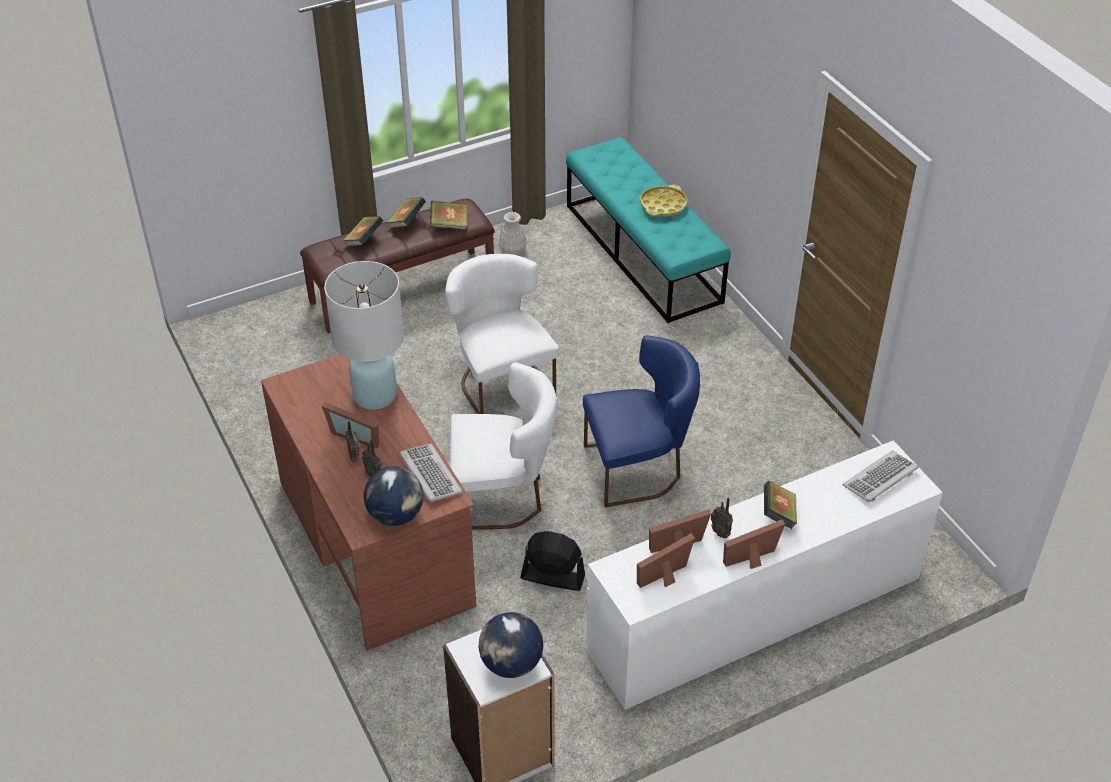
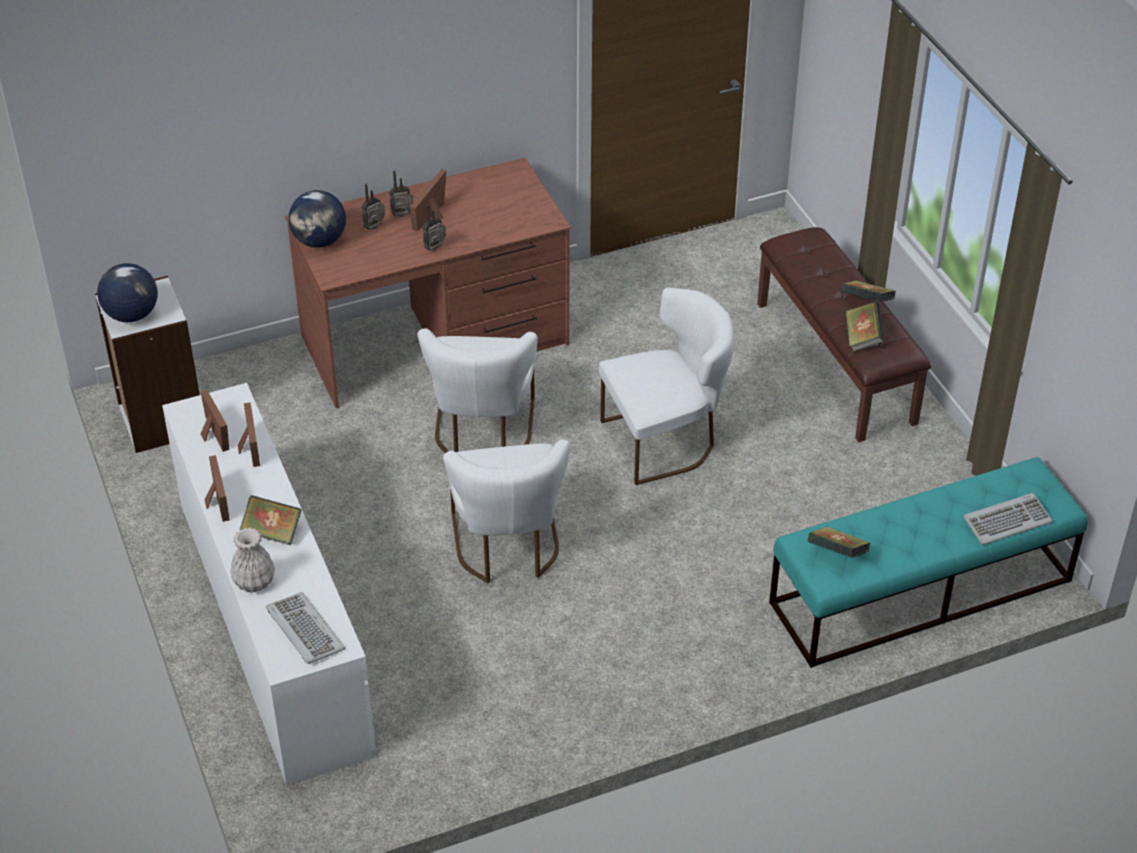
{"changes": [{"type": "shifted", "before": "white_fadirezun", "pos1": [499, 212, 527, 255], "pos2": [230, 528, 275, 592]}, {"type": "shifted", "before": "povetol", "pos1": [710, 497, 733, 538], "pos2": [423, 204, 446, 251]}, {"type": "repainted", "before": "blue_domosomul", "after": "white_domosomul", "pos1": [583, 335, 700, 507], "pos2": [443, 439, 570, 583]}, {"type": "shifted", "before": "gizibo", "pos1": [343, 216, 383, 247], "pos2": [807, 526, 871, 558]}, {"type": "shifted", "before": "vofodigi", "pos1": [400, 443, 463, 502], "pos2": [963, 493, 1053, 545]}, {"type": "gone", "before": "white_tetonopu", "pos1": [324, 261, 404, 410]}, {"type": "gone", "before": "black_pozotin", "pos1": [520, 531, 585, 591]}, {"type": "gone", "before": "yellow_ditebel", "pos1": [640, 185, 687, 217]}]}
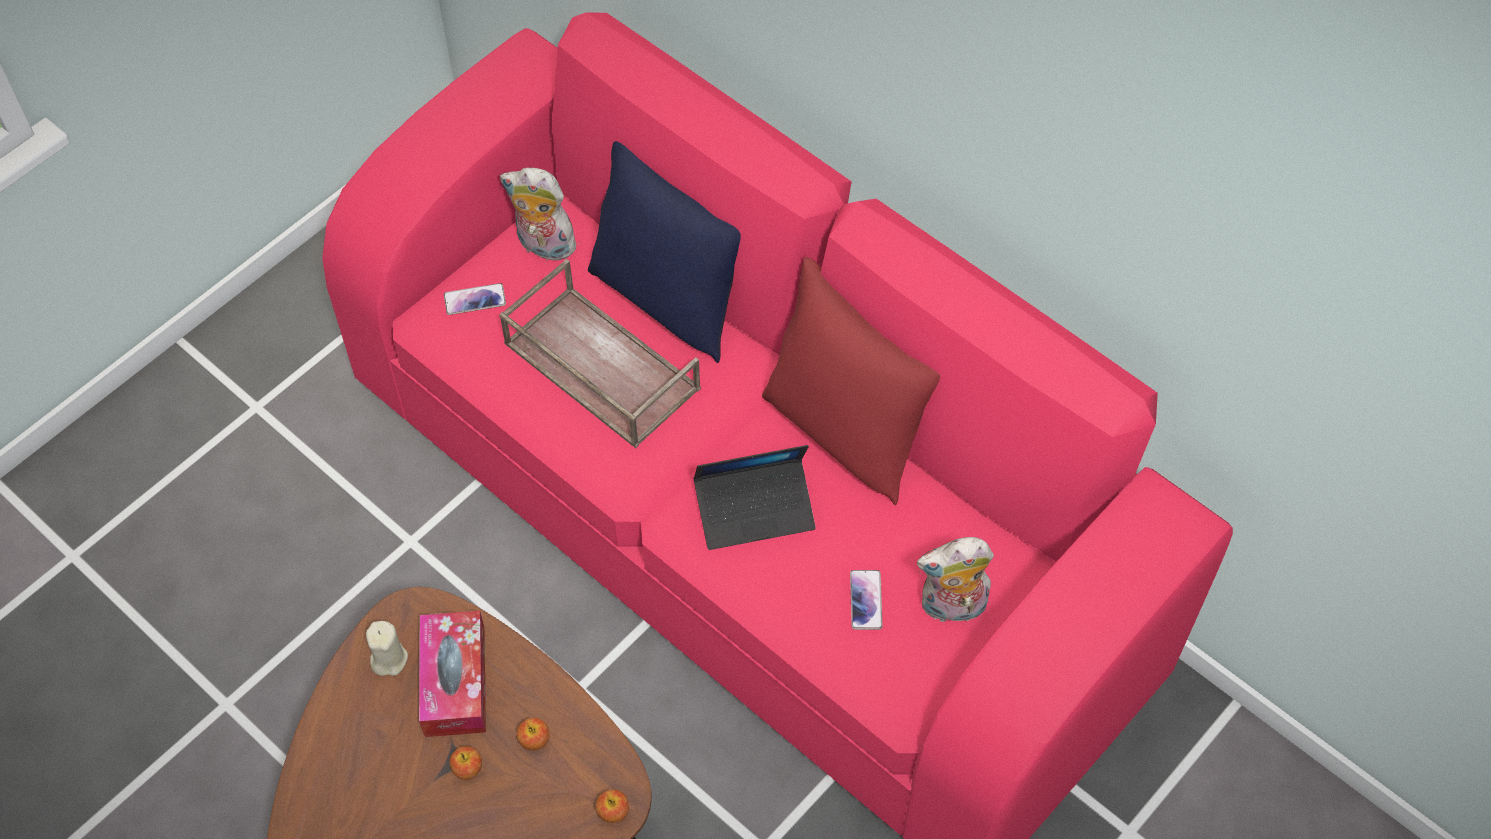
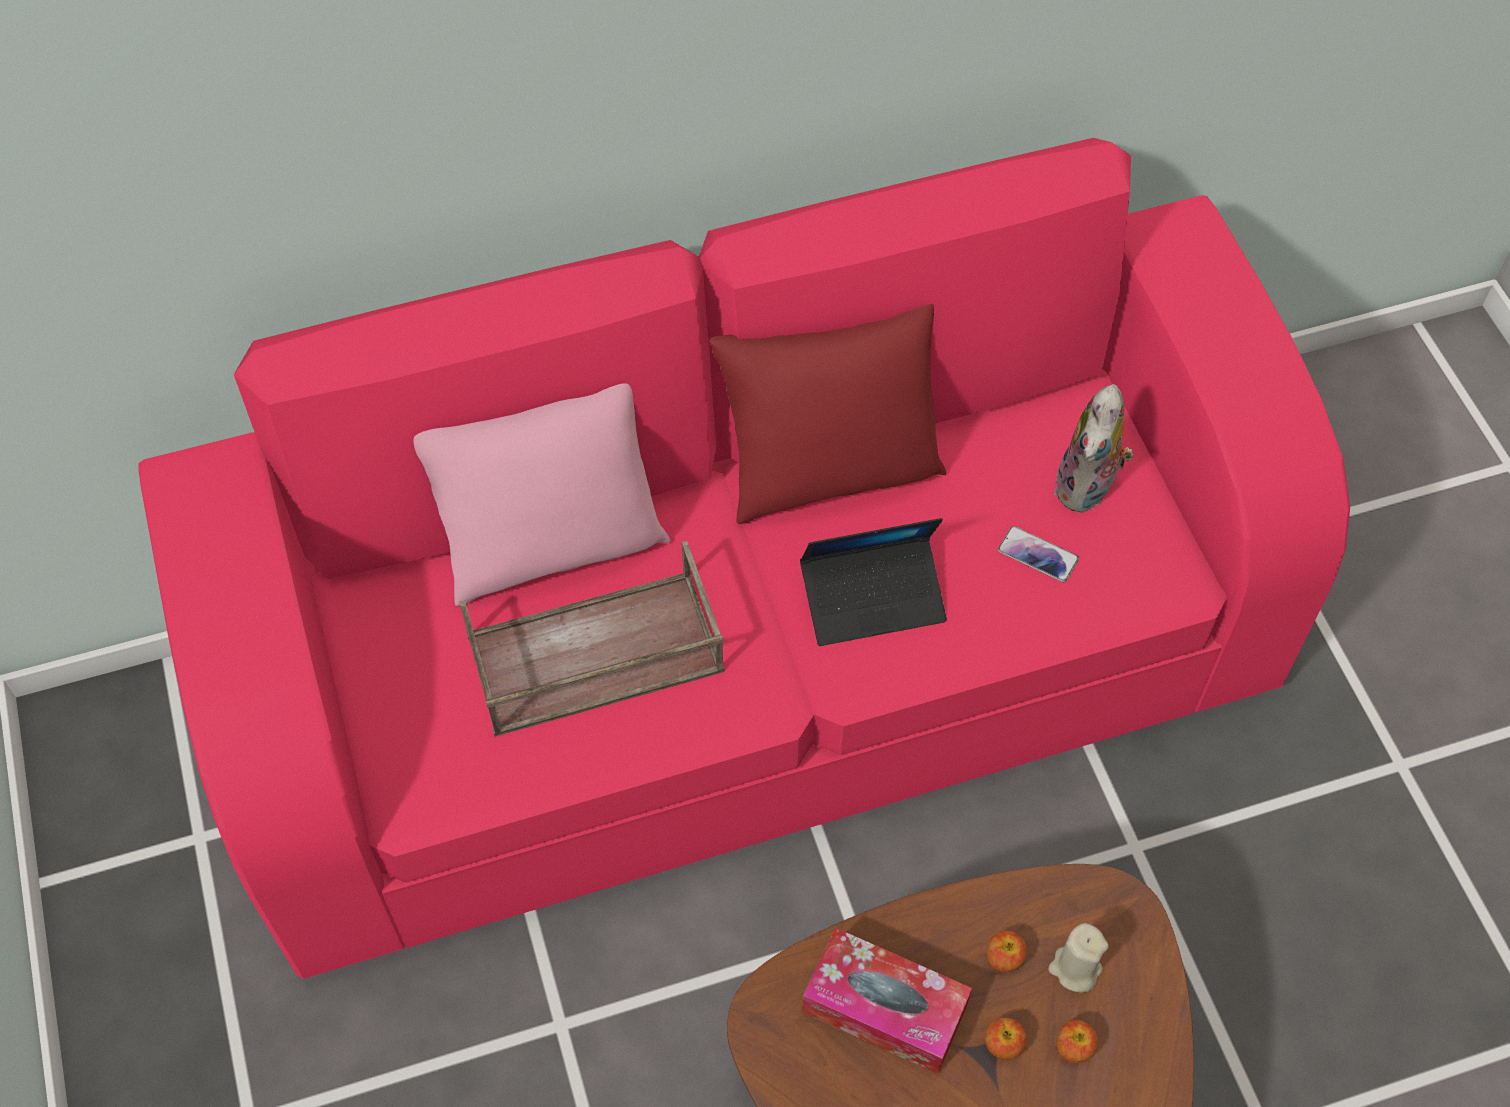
{"changes": [{"type": "repainted", "before": "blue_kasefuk", "after": "pink_kasefuk", "pos1": [588, 141, 741, 363], "pos2": [413, 383, 670, 606]}, {"type": "rotated", "before": "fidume", "pos1": [693, 445, 816, 550], "pos2": [800, 518, 947, 646], "turn": 60}, {"type": "shifted", "before": "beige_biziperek", "pos1": [366, 621, 408, 676], "pos2": [1048, 923, 1109, 993]}, {"type": "shifted", "before": "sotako", "pos1": [595, 790, 629, 823], "pos2": [1056, 1020, 1098, 1063]}, {"type": "gone", "before": "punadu", "pos1": [444, 283, 506, 315]}, {"type": "gone", "before": "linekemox", "pos1": [500, 167, 583, 261]}]}
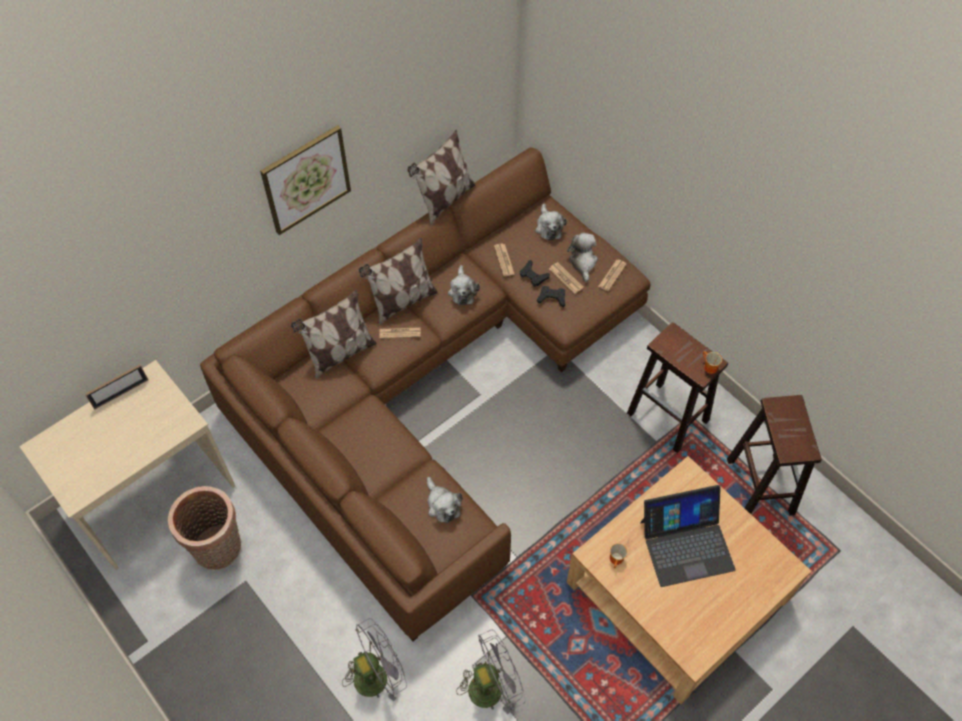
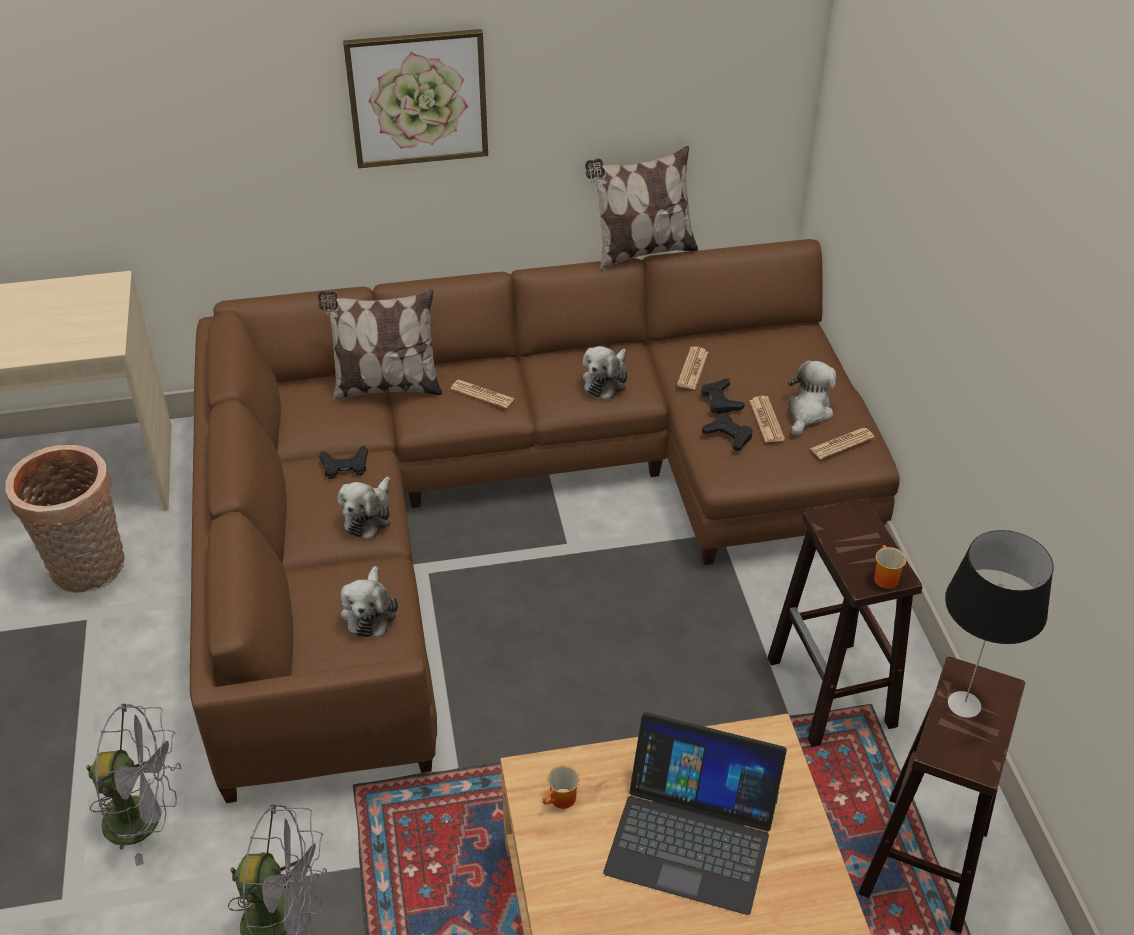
{"changes": [{"type": "new", "after": "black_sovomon", "pos2": [319, 445, 368, 479]}, {"type": "shifted", "before": "linekemox", "pos1": [535, 204, 567, 241], "pos2": [338, 477, 391, 539]}, {"type": "new", "after": "tetonopu", "pos2": [945, 530, 1053, 718]}, {"type": "gone", "before": "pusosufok", "pos1": [85, 364, 148, 409]}, {"type": "gone", "before": "kasefuk", "pos1": [359, 238, 438, 325]}]}
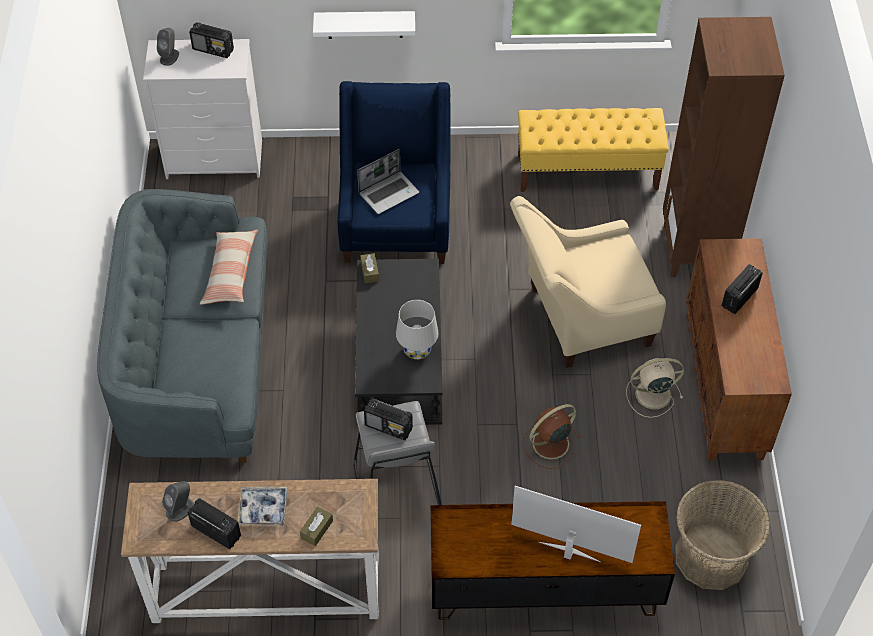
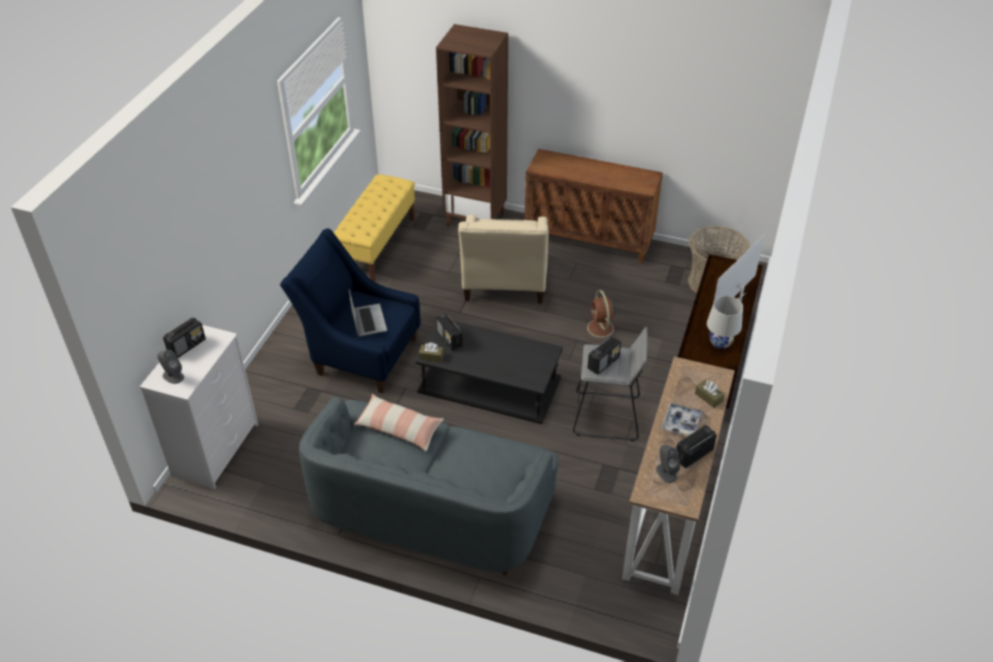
{"changes": [{"type": "shifted", "before": "povetol", "pos1": [722, 264, 763, 314], "pos2": [436, 313, 463, 350]}, {"type": "shifted", "before": "white_tetonopu", "pos1": [396, 300, 439, 360], "pos2": [707, 296, 743, 349]}, {"type": "gone", "before": "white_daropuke", "pos1": [313, 11, 415, 39]}, {"type": "gone", "before": "beige_pozotin", "pos1": [626, 358, 684, 418]}]}
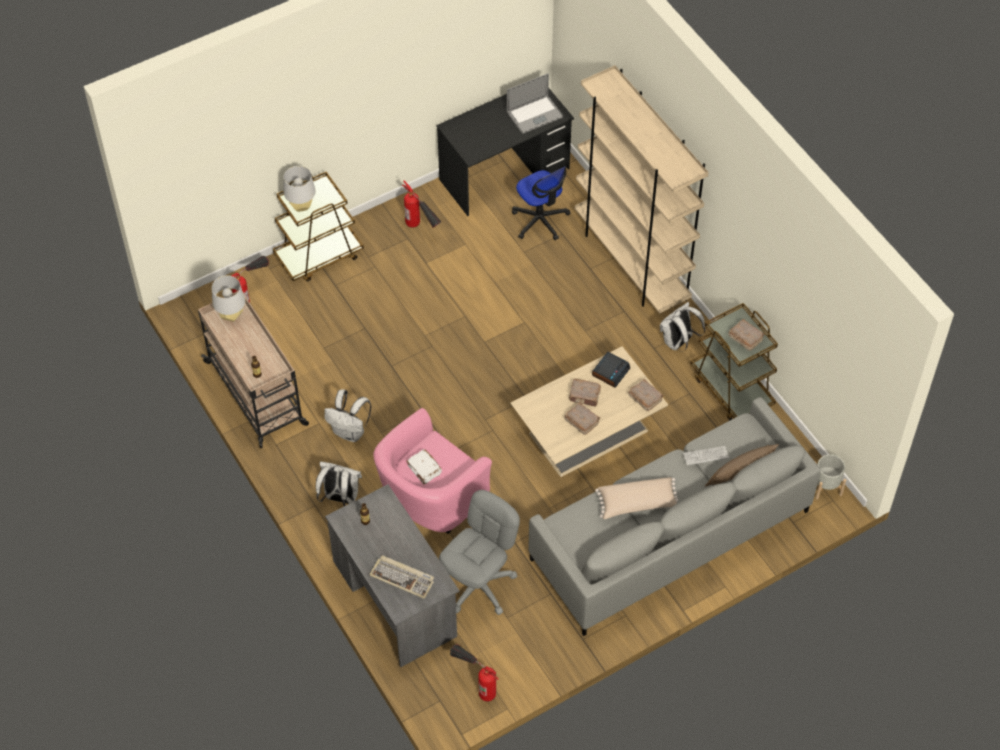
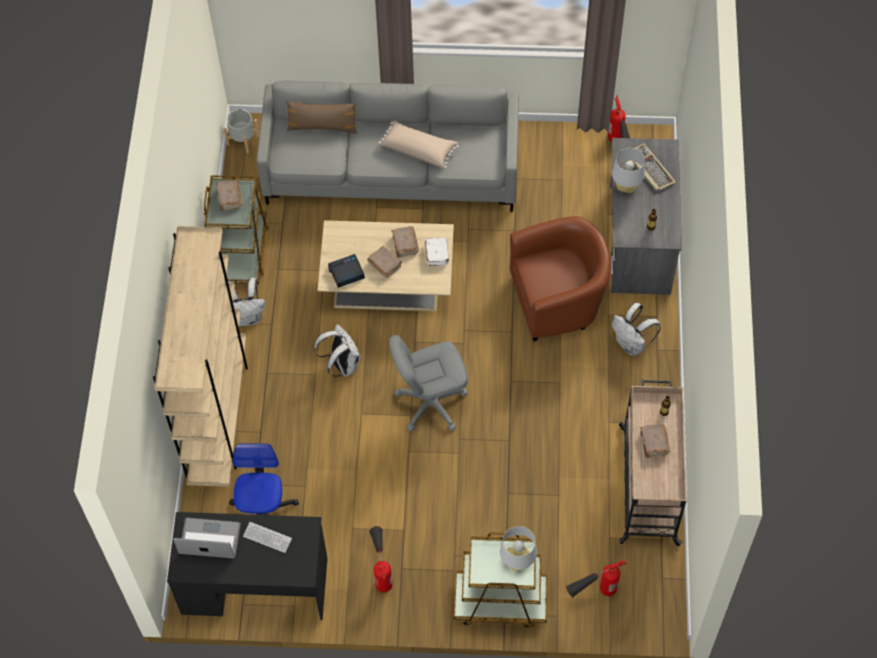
{"changes": [{"type": "shifted", "before": "vofodigi", "pos1": [683, 446, 729, 465], "pos2": [243, 522, 292, 553]}, {"type": "shifted", "before": "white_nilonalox", "pos1": [324, 389, 371, 442], "pos2": [314, 324, 361, 377]}, {"type": "shifted", "before": "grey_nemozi", "pos1": [439, 490, 520, 615], "pos2": [389, 335, 468, 432]}, {"type": "shifted", "before": "white_gizibo", "pos1": [406, 449, 442, 485], "pos2": [424, 237, 449, 266]}, {"type": "repainted", "before": "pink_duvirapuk", "after": "brown_duvirapuk", "pos1": [373, 408, 492, 534], "pos2": [510, 216, 611, 342]}, {"type": "shifted", "before": "grey_tetonopu", "pos1": [212, 275, 245, 322], "pos2": [612, 148, 645, 193]}, {"type": "shifted", "before": "brown_gizibo", "pos1": [628, 379, 664, 411], "pos2": [640, 424, 670, 458]}]}
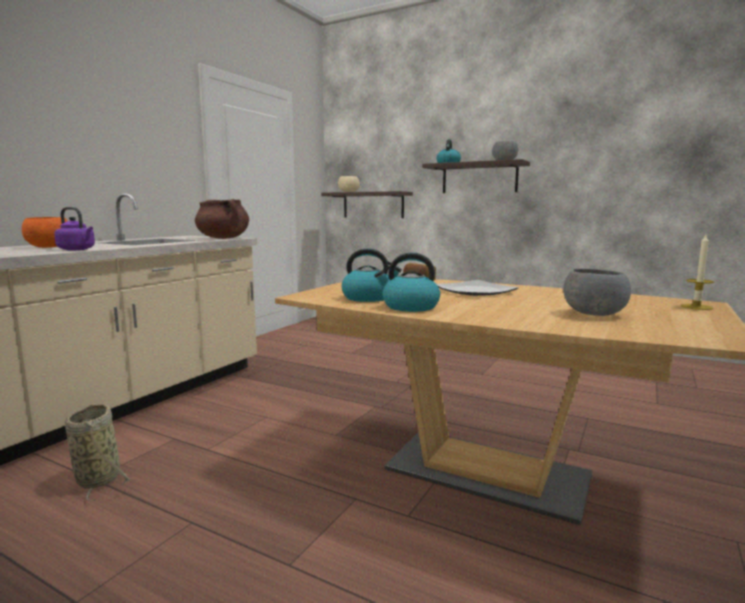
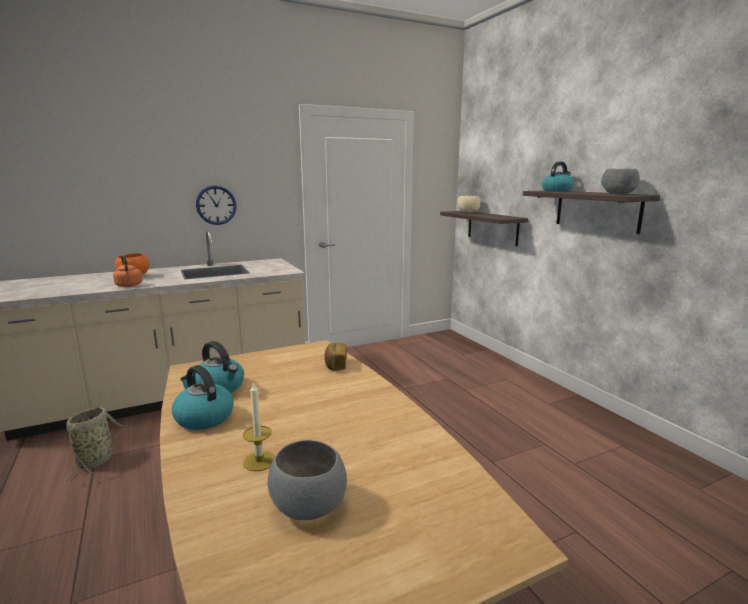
{"changes": [{"type": "repainted", "before": "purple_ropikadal", "after": "orange_ropikadal", "pos1": [54, 207, 95, 250], "pos2": [113, 254, 142, 287]}, {"type": "new", "after": "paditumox", "pos2": [196, 185, 236, 225]}, {"type": "shifted", "before": "biziperek", "pos1": [681, 235, 714, 310], "pos2": [243, 381, 275, 471]}, {"type": "gone", "before": "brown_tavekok", "pos1": [195, 199, 249, 239]}, {"type": "gone", "before": "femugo", "pos1": [437, 280, 519, 296]}]}
